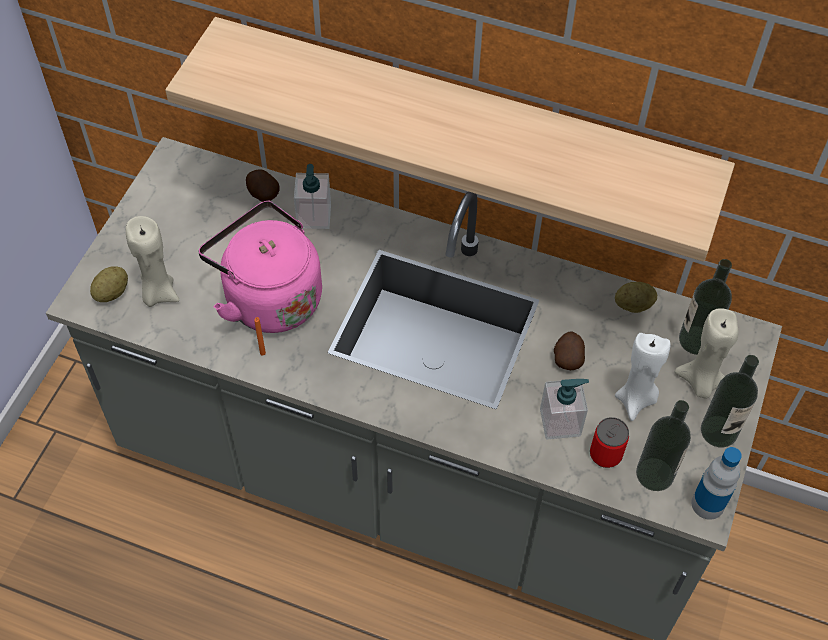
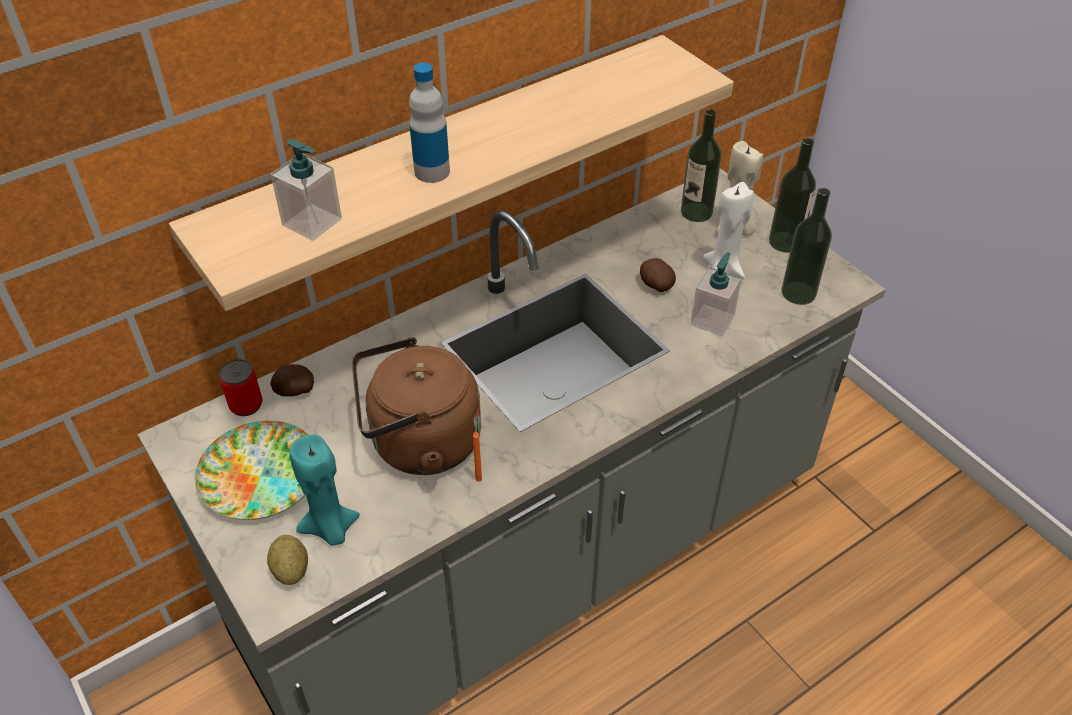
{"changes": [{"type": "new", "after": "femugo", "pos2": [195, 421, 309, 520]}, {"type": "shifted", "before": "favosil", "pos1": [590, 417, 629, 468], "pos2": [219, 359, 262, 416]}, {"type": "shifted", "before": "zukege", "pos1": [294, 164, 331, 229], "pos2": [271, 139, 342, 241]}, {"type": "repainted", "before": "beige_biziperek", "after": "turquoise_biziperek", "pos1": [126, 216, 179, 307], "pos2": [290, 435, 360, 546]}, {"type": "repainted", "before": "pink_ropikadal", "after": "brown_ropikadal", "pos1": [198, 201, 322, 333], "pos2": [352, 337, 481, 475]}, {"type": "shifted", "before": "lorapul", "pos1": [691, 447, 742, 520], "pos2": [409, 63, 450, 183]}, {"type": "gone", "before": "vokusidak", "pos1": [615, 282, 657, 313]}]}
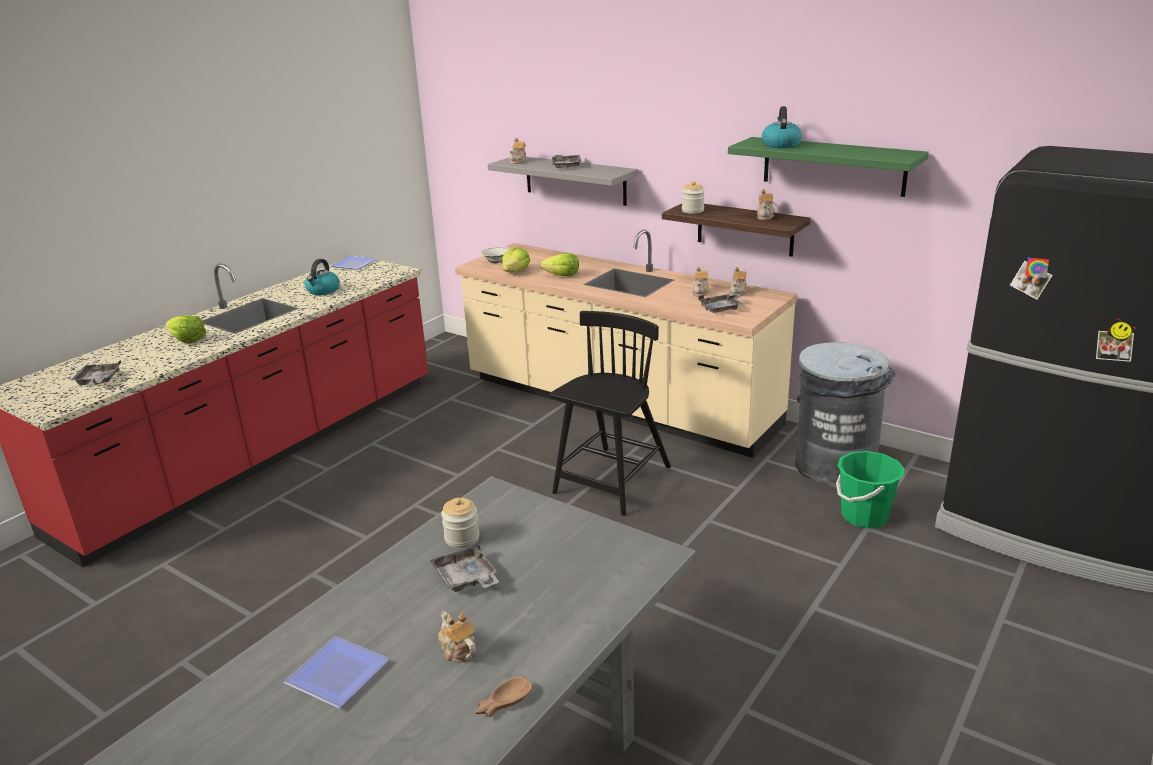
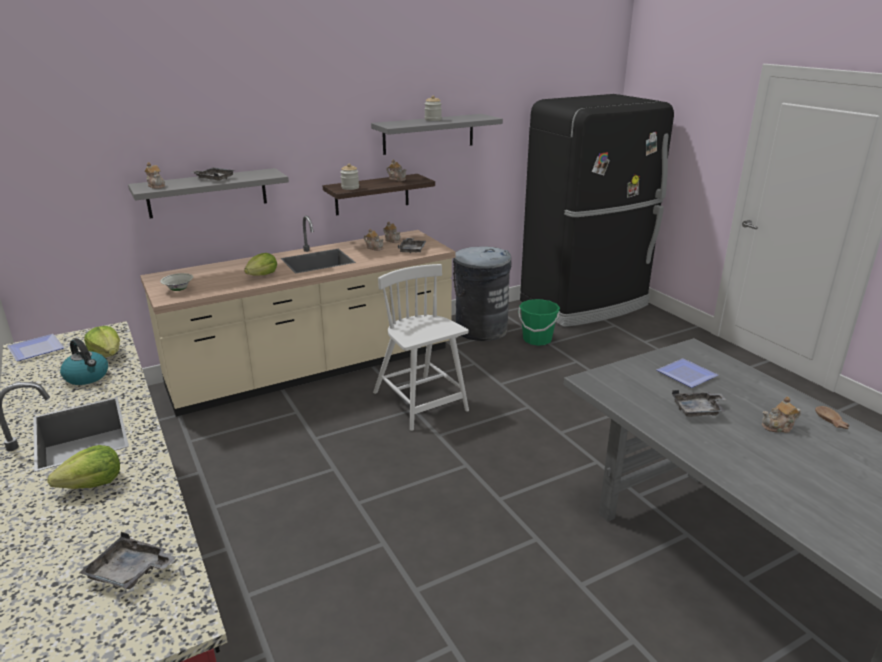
{"changes": [{"type": "shifted", "before": "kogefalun", "pos1": [502, 248, 530, 272], "pos2": [84, 326, 120, 358]}, {"type": "repainted", "before": "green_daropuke", "after": "grey_daropuke", "pos1": [728, 137, 929, 197], "pos2": [371, 114, 503, 155]}, {"type": "repainted", "before": "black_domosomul", "after": "white_domosomul", "pos1": [549, 311, 671, 516], "pos2": [373, 264, 469, 431]}, {"type": "shifted", "before": "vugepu", "pos1": [441, 498, 479, 548], "pos2": [424, 95, 442, 121]}, {"type": "shifted", "before": "femugo", "pos1": [284, 636, 390, 708], "pos2": [656, 358, 718, 388]}, {"type": "gone", "before": "ropikadal", "pos1": [762, 106, 802, 148]}]}
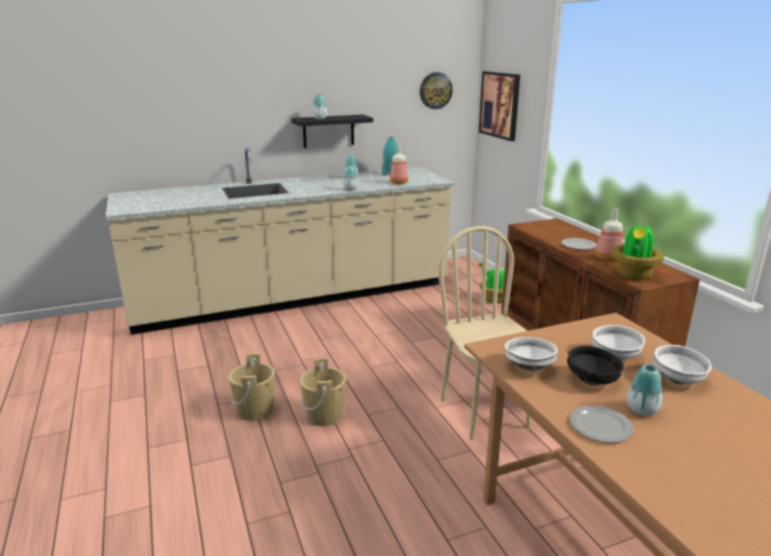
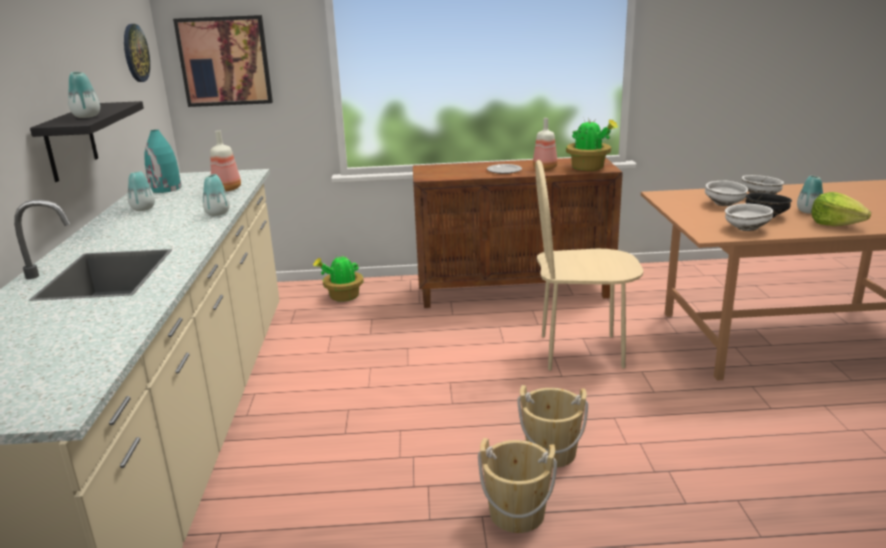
{"changes": [{"type": "swapped", "before": "femugo", "after": "kogefalun", "pos1": [570, 405, 633, 443], "pos2": [811, 192, 871, 226]}]}
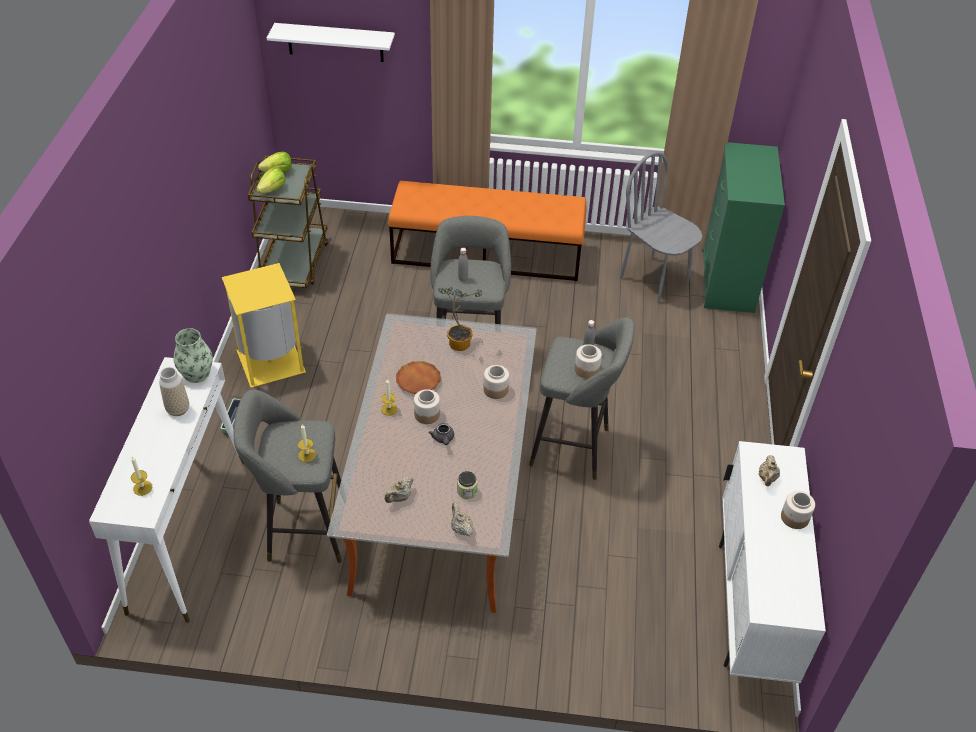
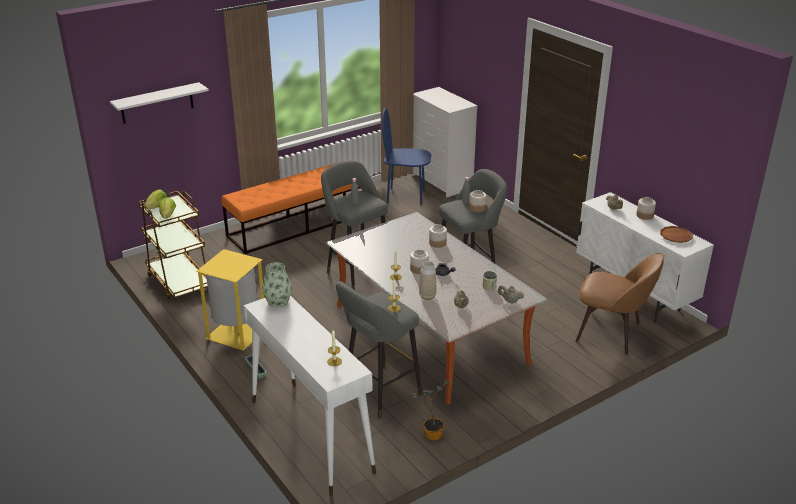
{"changes": [{"type": "repainted", "before": "grey_domosomul", "after": "blue_domosomul", "pos1": [620, 152, 702, 303], "pos2": [382, 108, 431, 205]}, {"type": "repainted", "before": "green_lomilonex", "after": "white_lomilonex", "pos1": [702, 142, 785, 313], "pos2": [411, 87, 478, 197]}, {"type": "shifted", "before": "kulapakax", "pos1": [438, 287, 482, 351], "pos2": [411, 380, 450, 441]}, {"type": "shifted", "before": "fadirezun", "pos1": [159, 367, 189, 416], "pos2": [419, 261, 437, 300]}, {"type": "new", "after": "brown_domosomul", "pos2": [575, 253, 664, 355]}, {"type": "shifted", "before": "brown_femugo", "pos1": [396, 361, 441, 394], "pos2": [660, 226, 693, 243]}]}
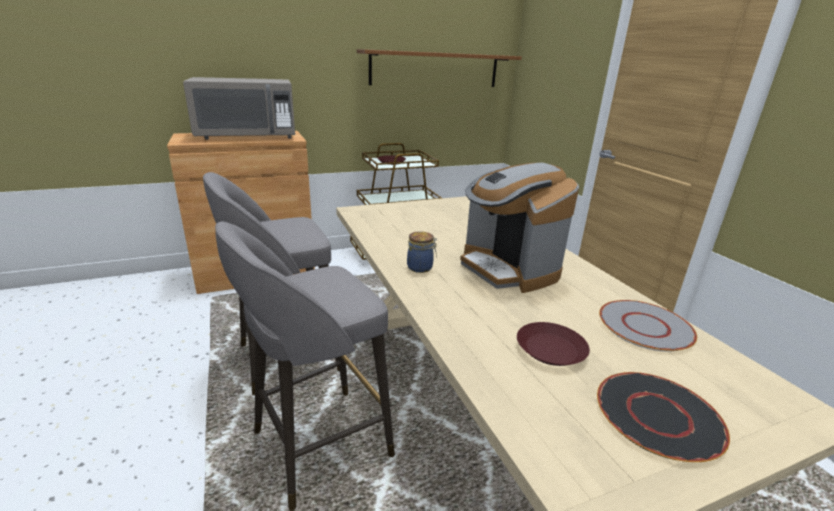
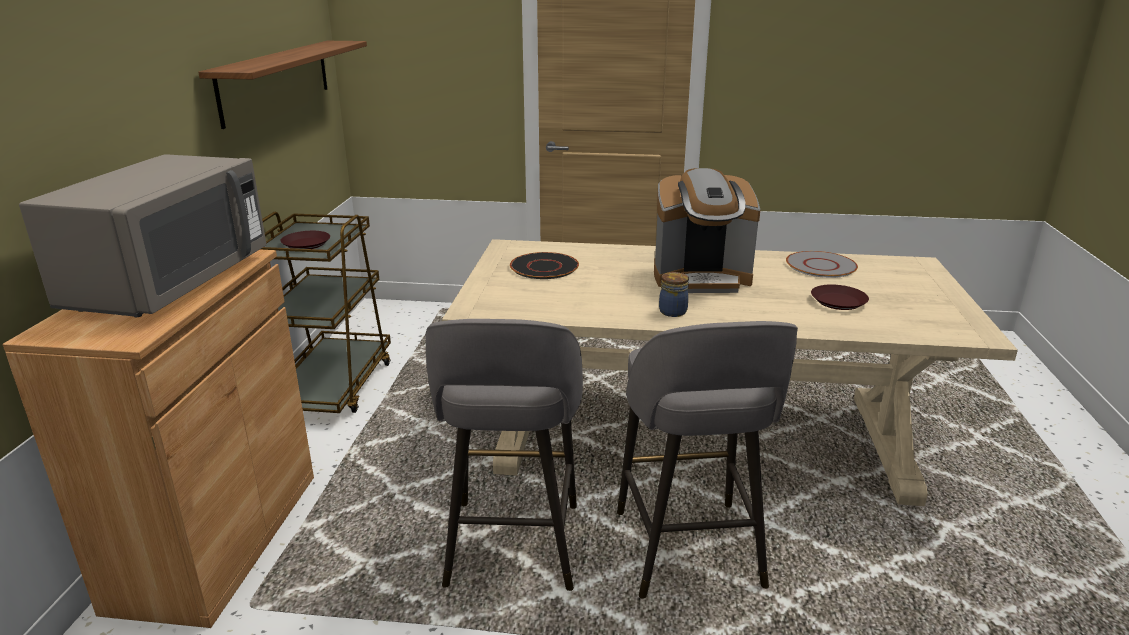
{"changes": [{"type": "shifted", "before": "black_femugo", "pos1": [597, 372, 730, 462], "pos2": [510, 252, 579, 279]}]}
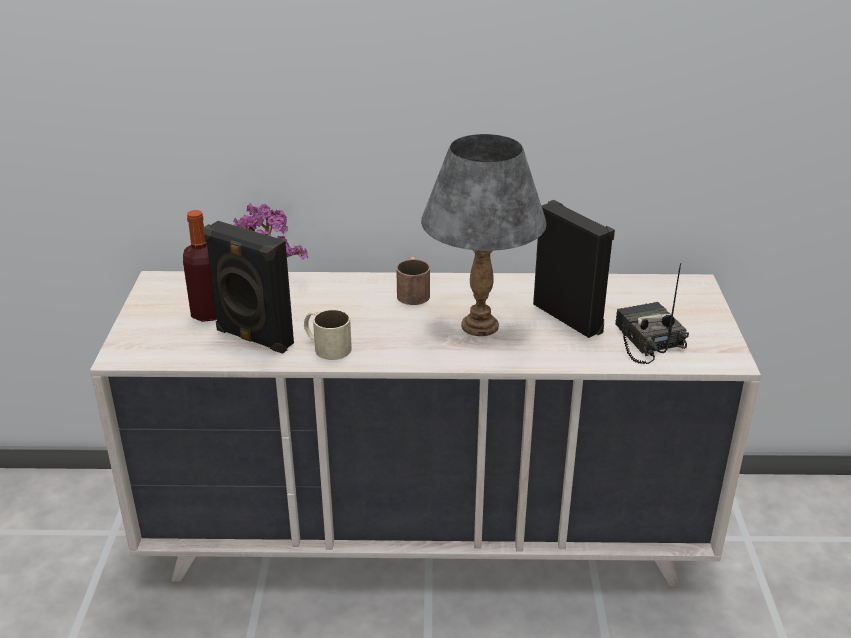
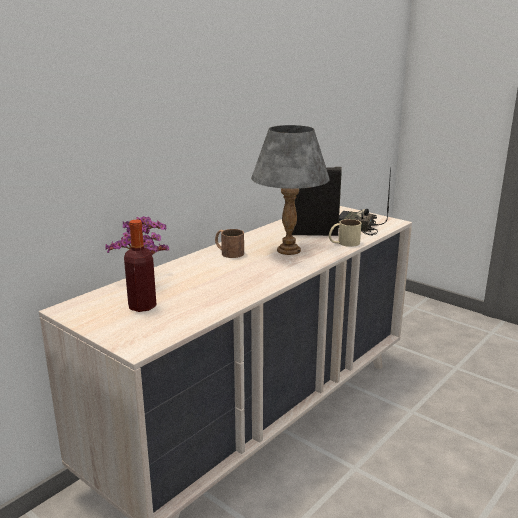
{"changes": [{"type": "shifted", "before": "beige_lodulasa", "pos1": [304, 309, 352, 360], "pos2": [329, 219, 361, 247]}, {"type": "gone", "before": "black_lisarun", "pos1": [203, 221, 294, 354]}]}
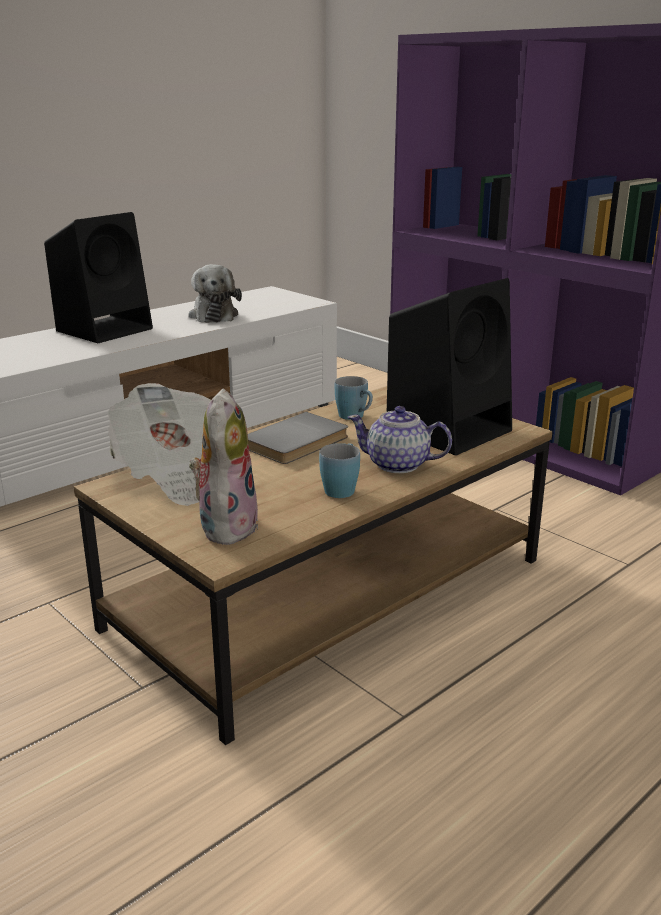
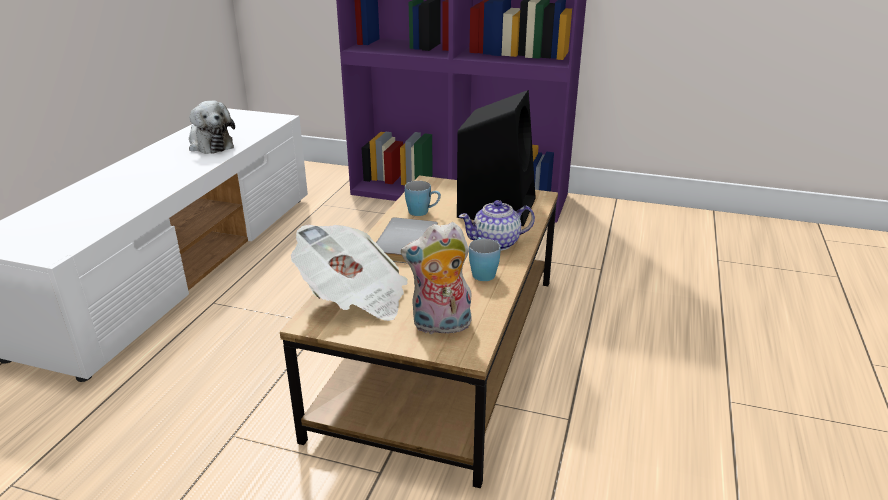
{"changes": [{"type": "rotated", "before": "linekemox", "pos1": [189, 389, 258, 545], "pos2": [401, 222, 472, 336], "turn": -75}, {"type": "gone", "before": "black_lisarun", "pos1": [44, 212, 153, 343]}]}
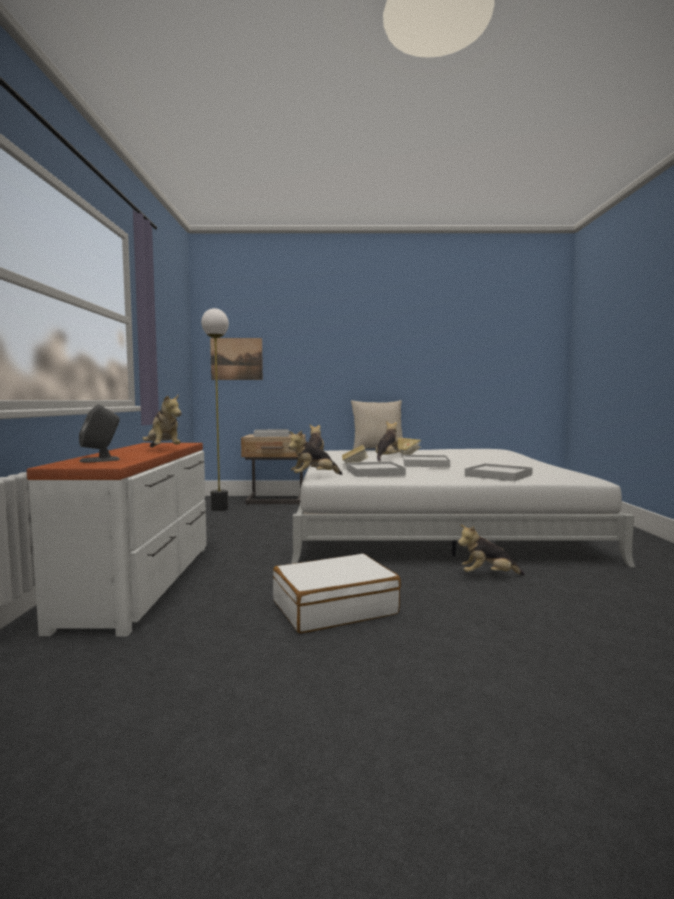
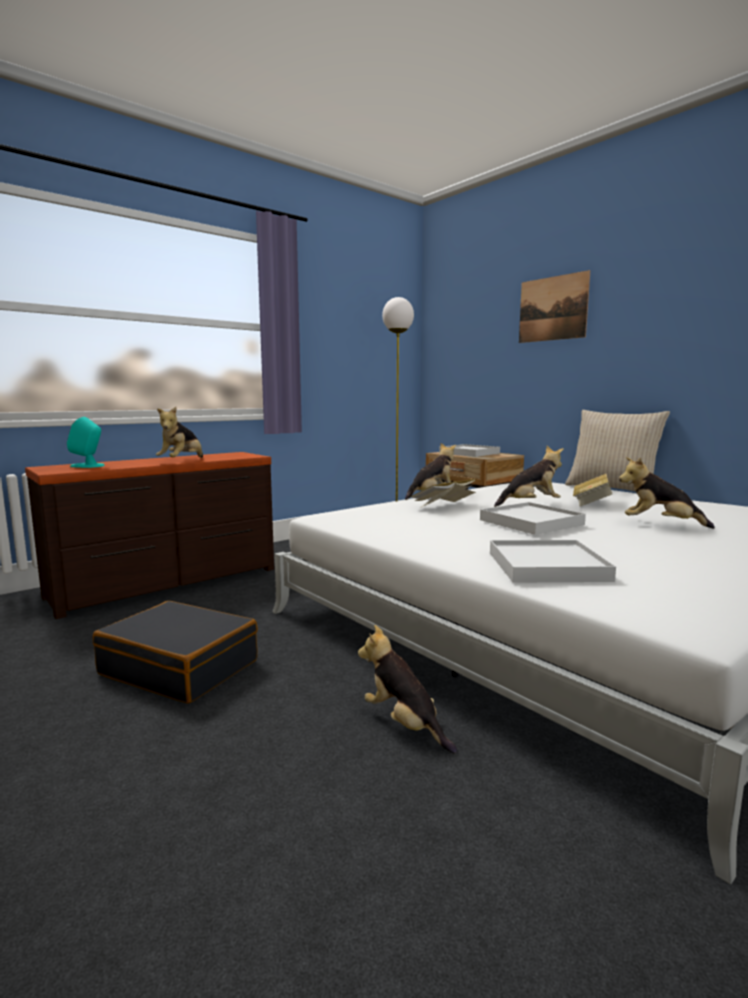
{"changes": [{"type": "repainted", "before": "white_lomilonex", "after": "brown_lomilonex", "pos1": [27, 443, 207, 636], "pos2": [25, 452, 274, 619]}, {"type": "repainted", "before": "grey_lisarun", "after": "turquoise_lisarun", "pos1": [79, 404, 120, 462], "pos2": [67, 417, 105, 468]}, {"type": "repainted", "before": "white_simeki", "after": "black_simeki", "pos1": [273, 553, 401, 633], "pos2": [93, 601, 258, 703]}, {"type": "shifted", "before": "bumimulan", "pos1": [210, 338, 263, 380], "pos2": [519, 270, 590, 343]}, {"type": "shifted", "before": "linekemox", "pos1": [288, 430, 343, 475], "pos2": [619, 457, 715, 529]}, {"type": "gone", "before": "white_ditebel", "pos1": [346, 462, 406, 477]}]}
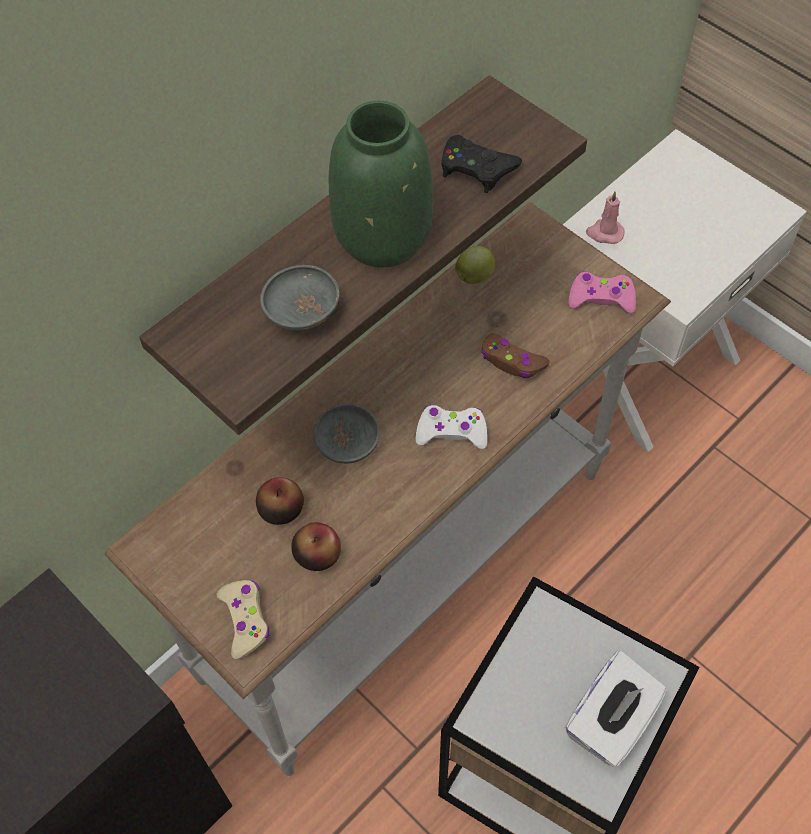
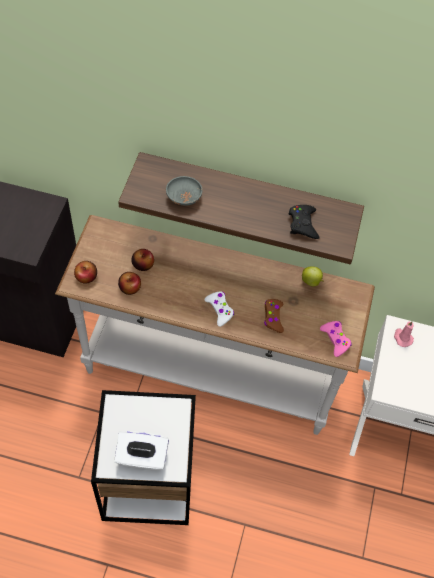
{"changes": [{"type": "swapped", "before": "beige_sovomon", "after": "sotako", "pos1": [217, 580, 270, 660], "pos2": [74, 261, 97, 284]}, {"type": "gone", "before": "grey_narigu", "pos1": [314, 404, 380, 464]}, {"type": "gone", "before": "green_fadirezun", "pos1": [329, 101, 433, 267]}]}
